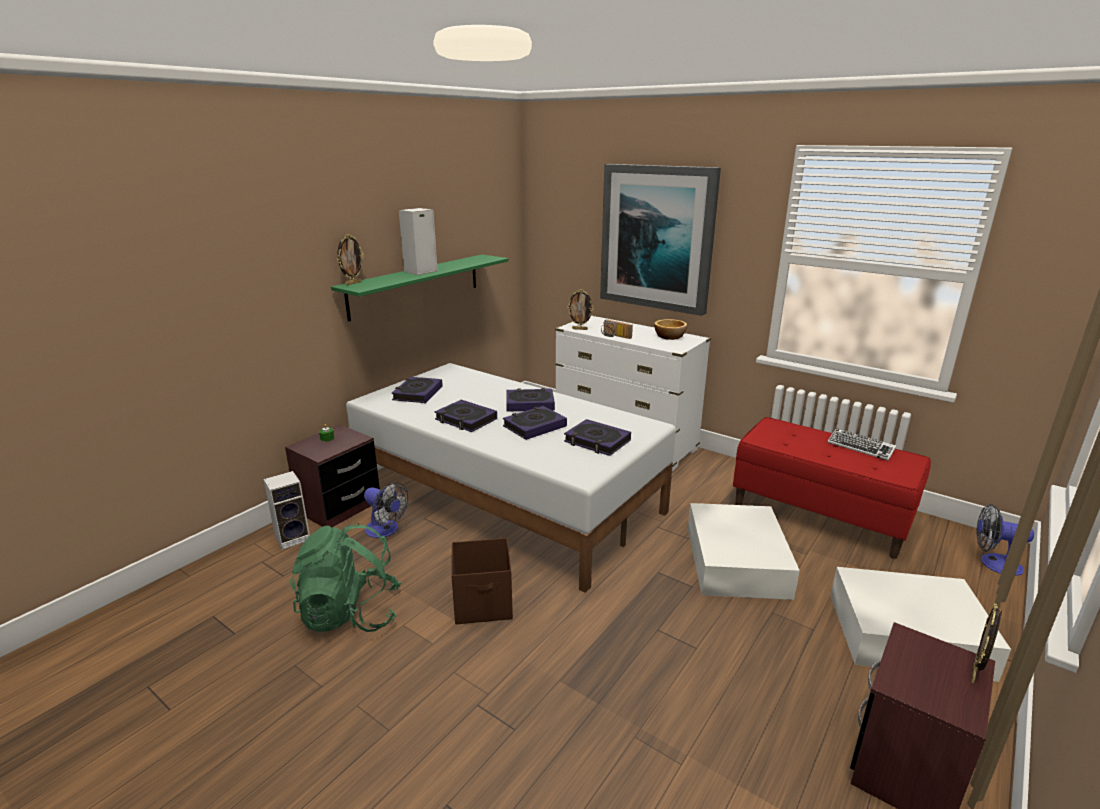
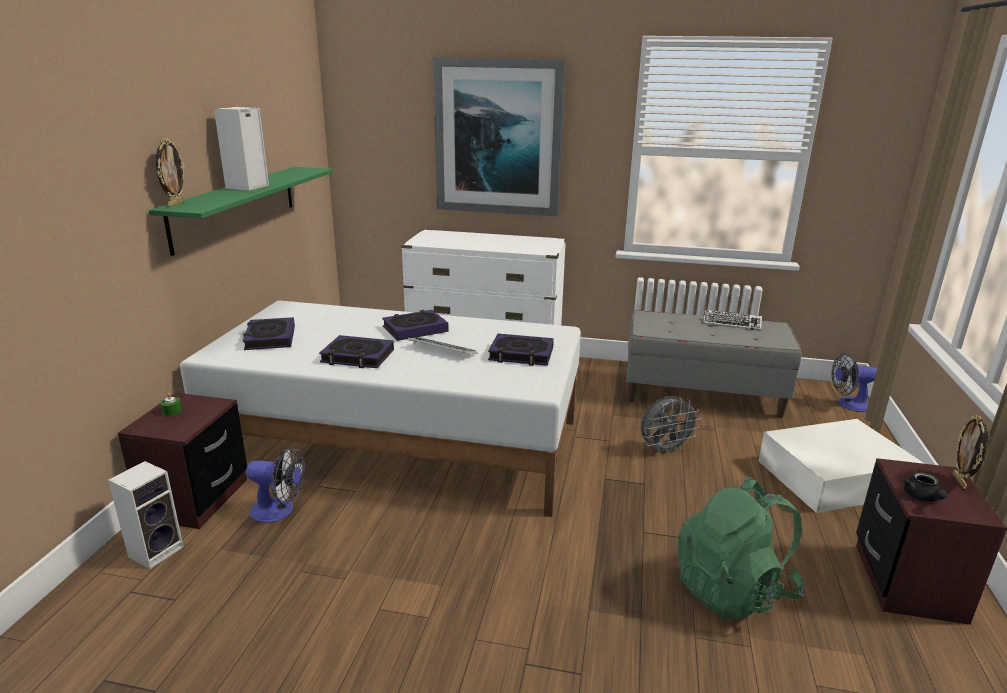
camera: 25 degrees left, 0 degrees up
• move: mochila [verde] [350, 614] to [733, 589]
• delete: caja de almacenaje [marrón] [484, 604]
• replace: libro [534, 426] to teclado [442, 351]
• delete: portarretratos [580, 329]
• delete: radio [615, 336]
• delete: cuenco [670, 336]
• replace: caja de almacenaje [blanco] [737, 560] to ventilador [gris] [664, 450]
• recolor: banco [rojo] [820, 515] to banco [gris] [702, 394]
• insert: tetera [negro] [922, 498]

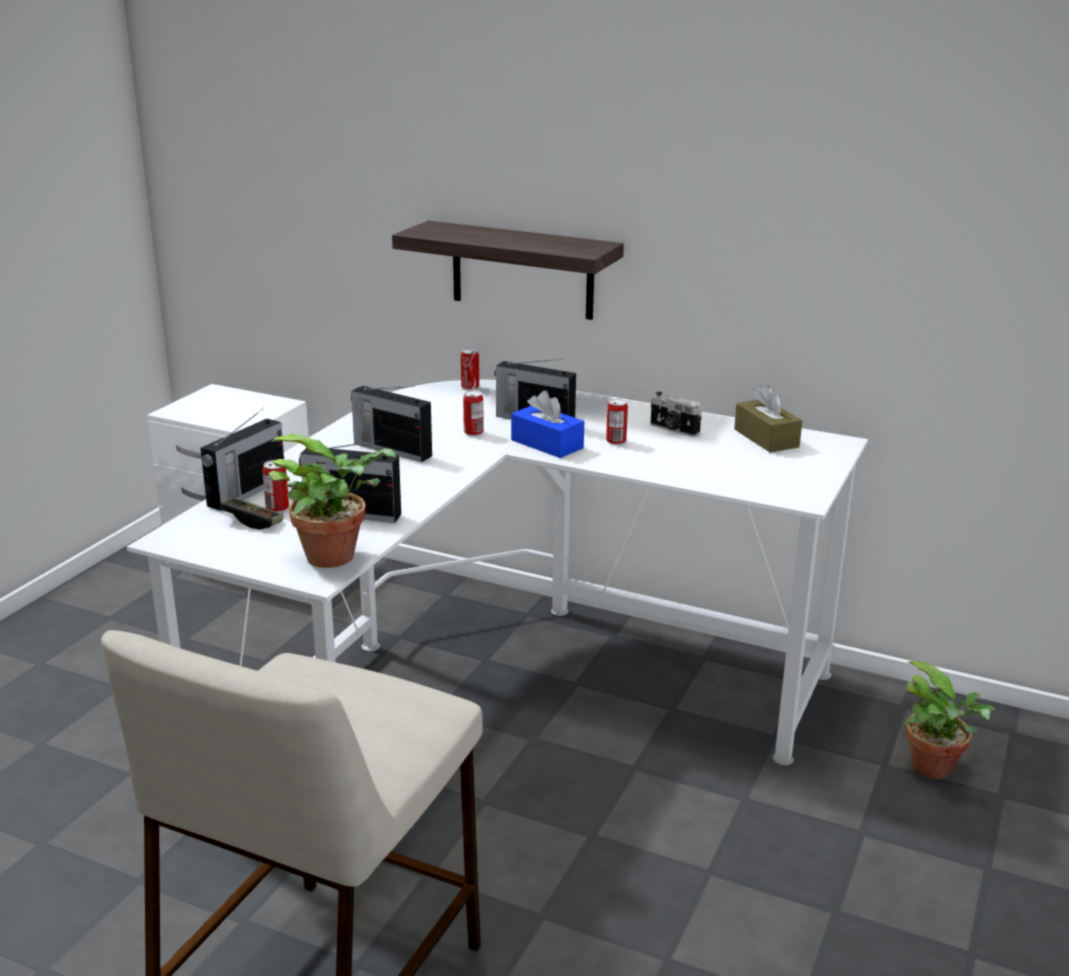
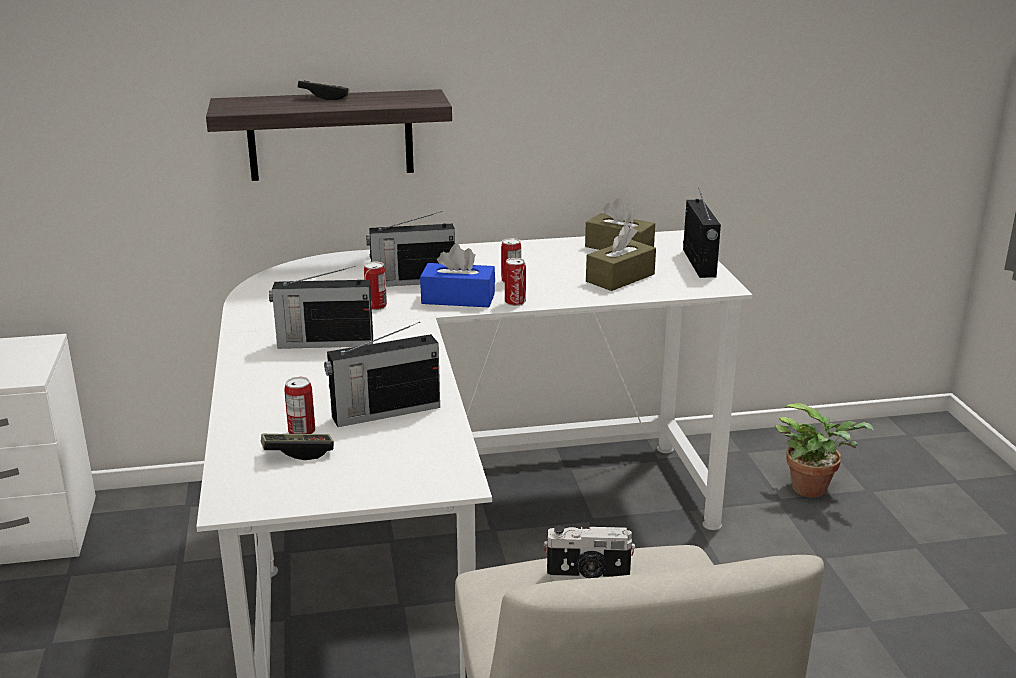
camera: 35 degrees left, 0 degrees up
• move: radio [245, 492] to [699, 263]
• delete: planta en maceta [337, 556]
• move: lata [470, 387] to [515, 302]
• move: cámara [673, 430] to [588, 575]
• insert: mando de consola [324, 97]
• insert: caja de pañuelos [marrón] [620, 278]

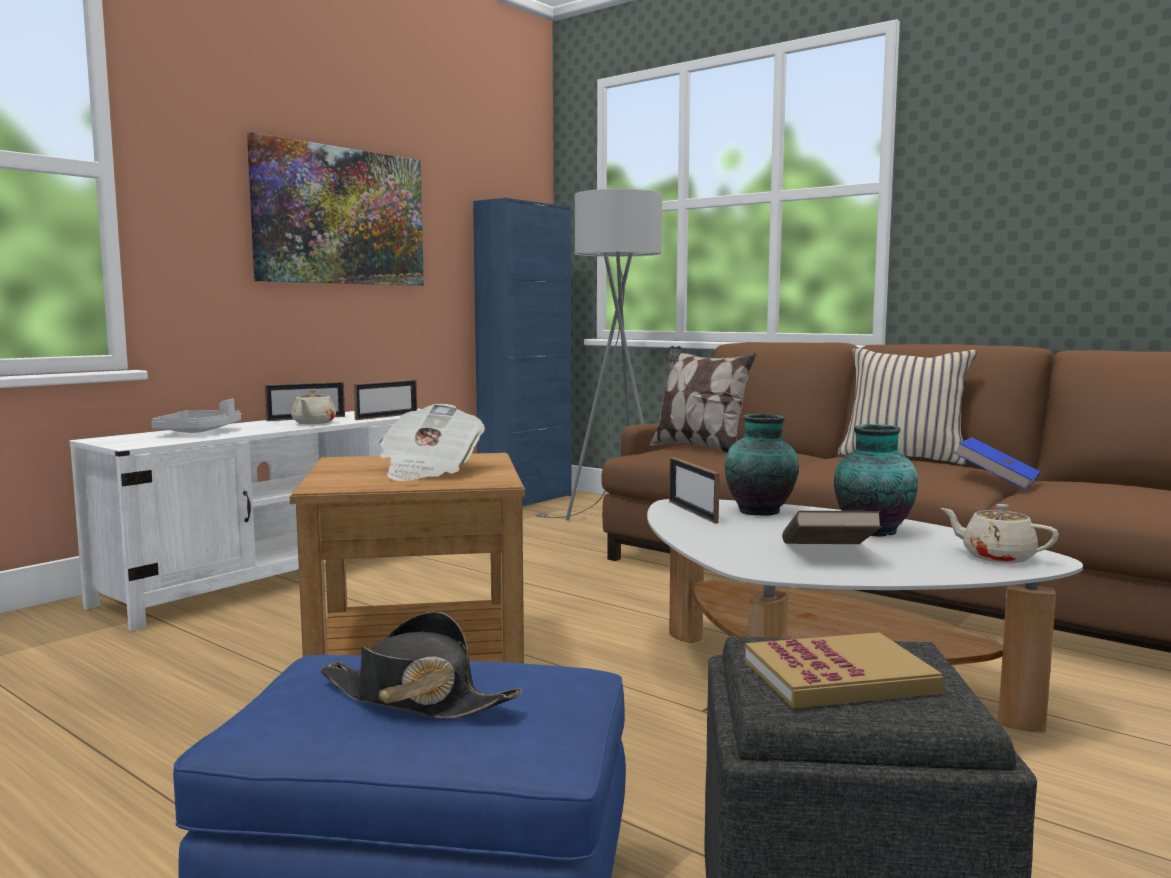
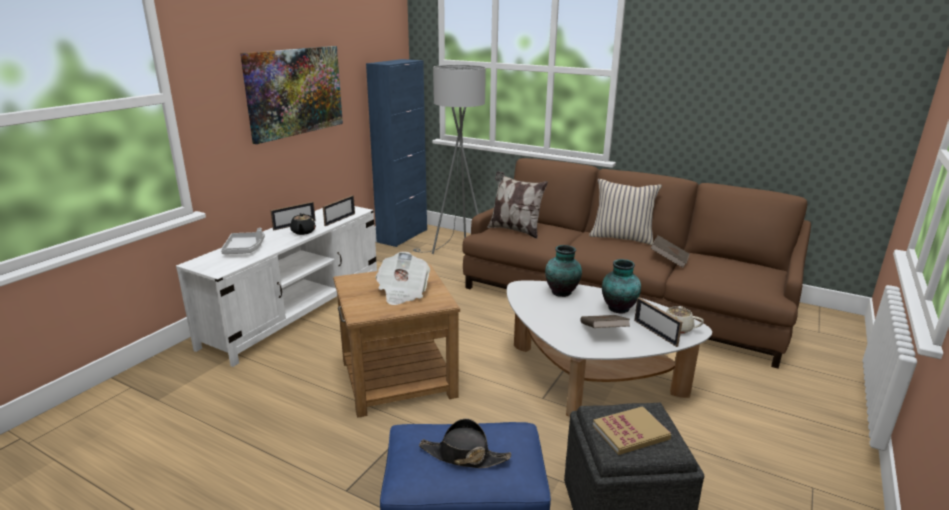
camera: 10 degrees left, 15 degrees up
• recolor: tetera [beis] [313, 423] to tetera [negro] [303, 232]
• move: portarretratos [692, 512] to [655, 333]
• recolor: libro [azul] [996, 482] to libro [marrón] [668, 260]

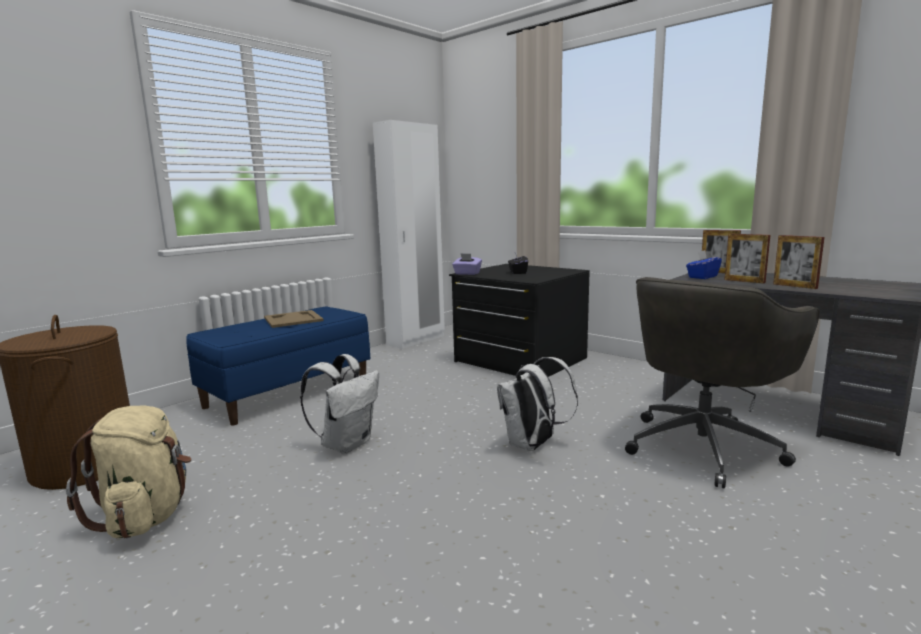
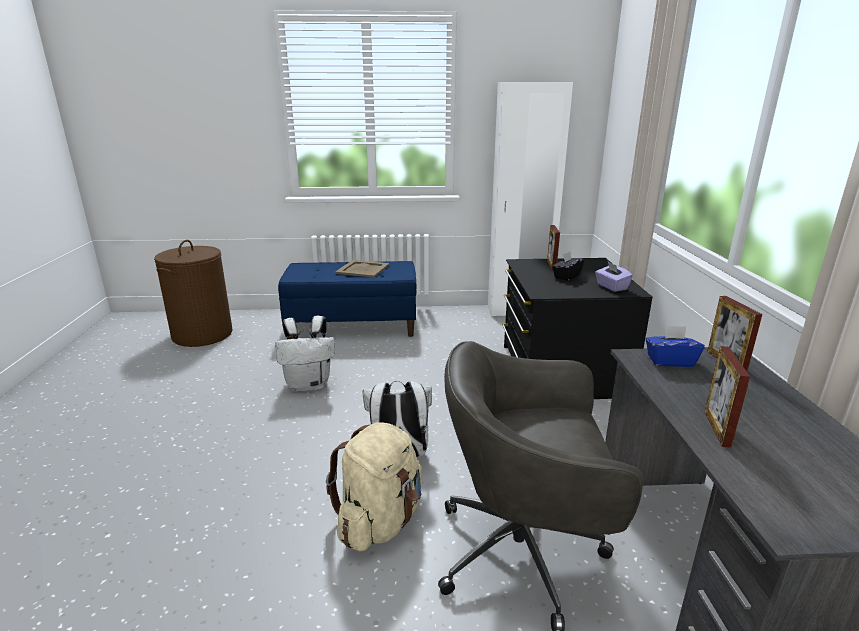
camera: 45 degrees right, 10 degrees up
• move: mochila [beis] [146, 516] to [380, 521]
• move: caja de pañuelos [morado] [467, 273] to [611, 287]
• move: portarretratos [744, 281] to [551, 265]

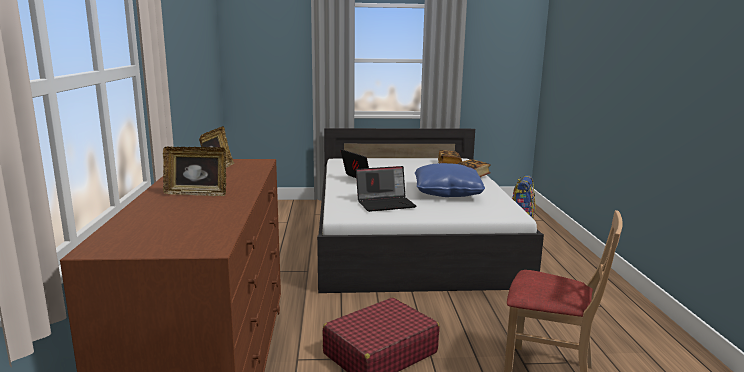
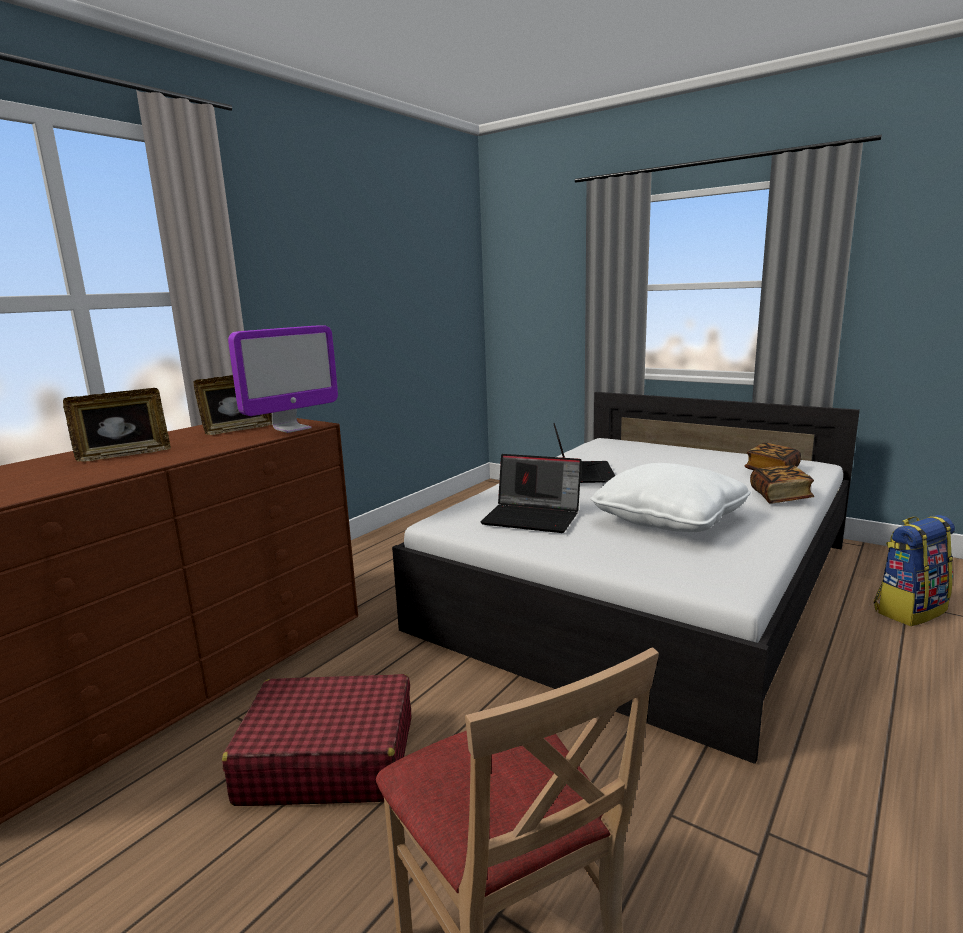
camera: 40 degrees right, 0 degrees up
• rotate: portarretratos [197, 193] = [124, 454] 75 degrees counterclockwise
• recolor: cojín [azul] [447, 193] to cojín [blanco] [669, 520]
• insert: monitor [292, 429]

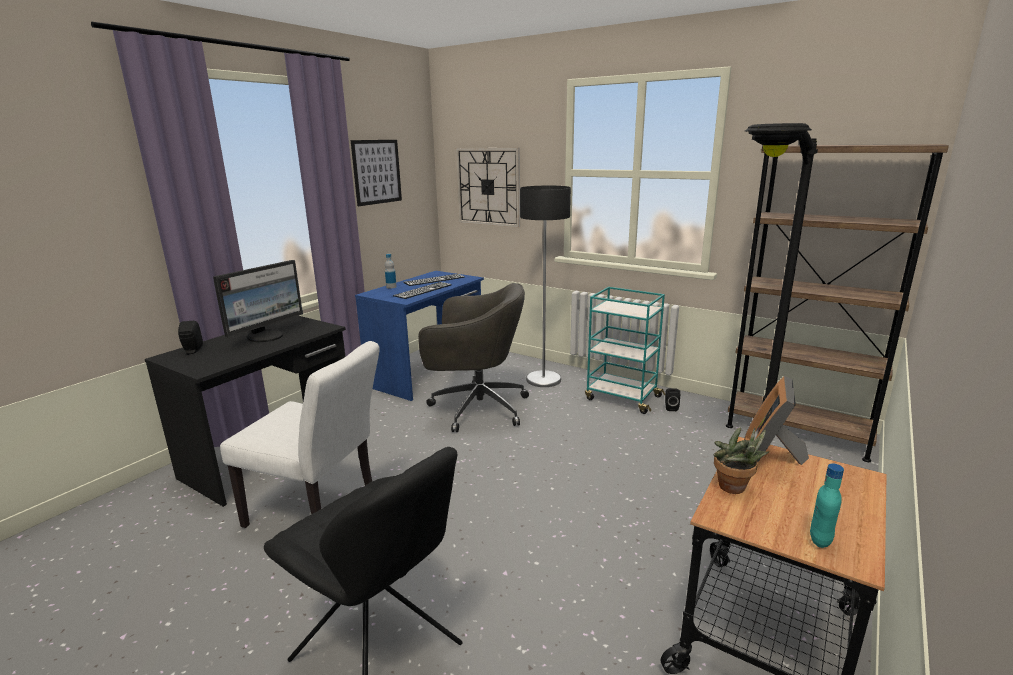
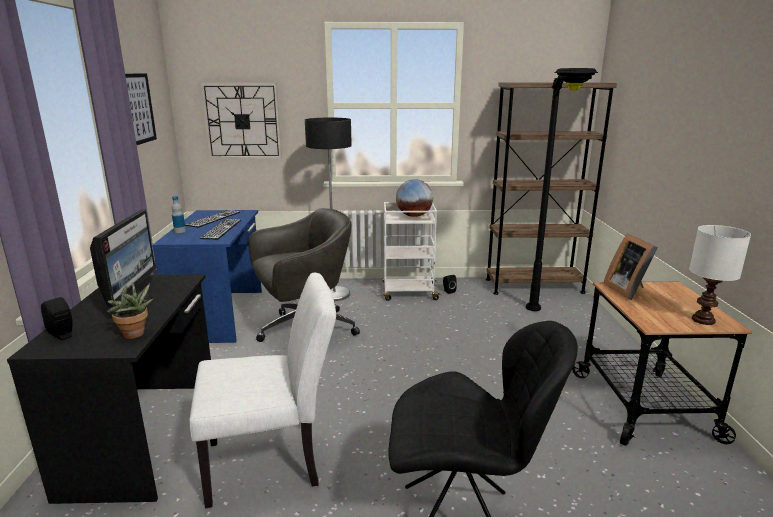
camera: 35 degrees left, 0 degrees up
• recolor: carrito [turquesa] [622, 398] to carrito [blanco] [408, 293]
• move: planta en maceta [734, 489] to [135, 335]
• replace: botella [turquesa] [820, 540] to lámpara de mesa [blanco] [704, 320]
• insert: globo terráqueo [414, 216]

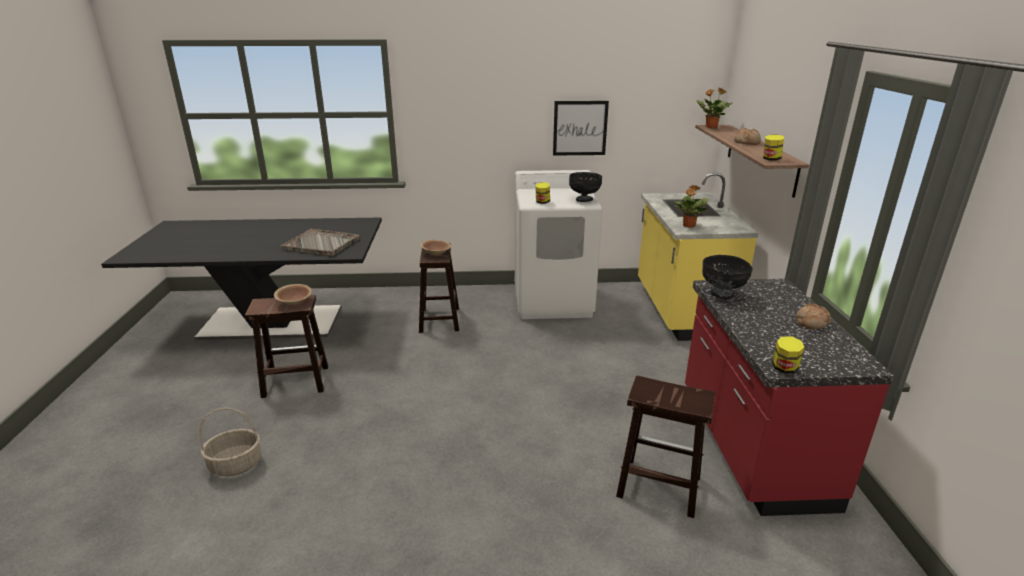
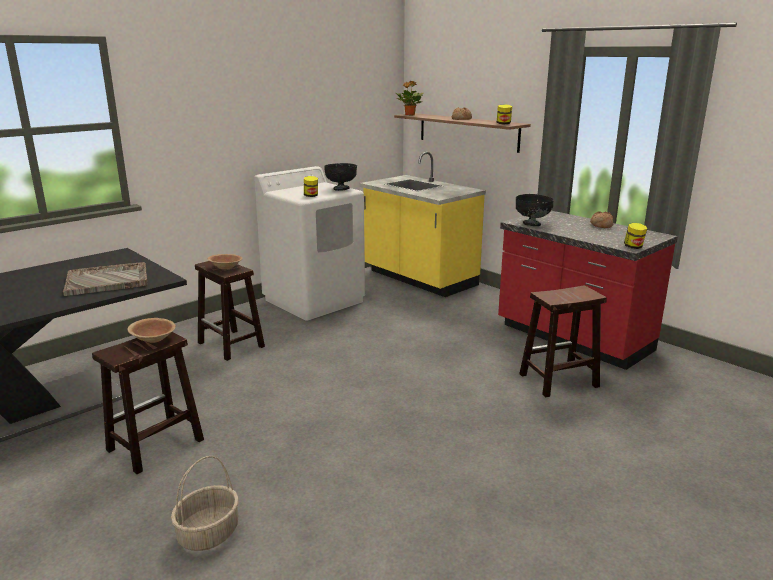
camera: 40 degrees left, 5 degrees down
• delete: cuadro [580, 128]
• delete: planta en maceta [688, 226]

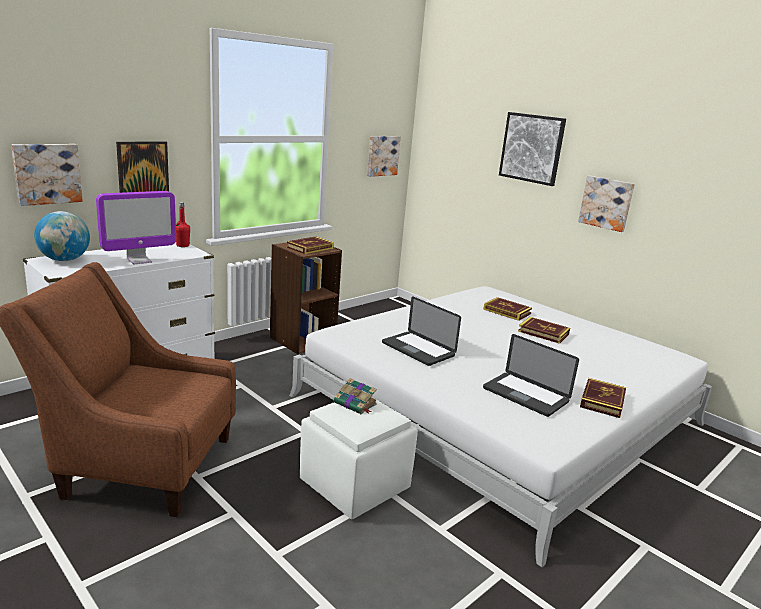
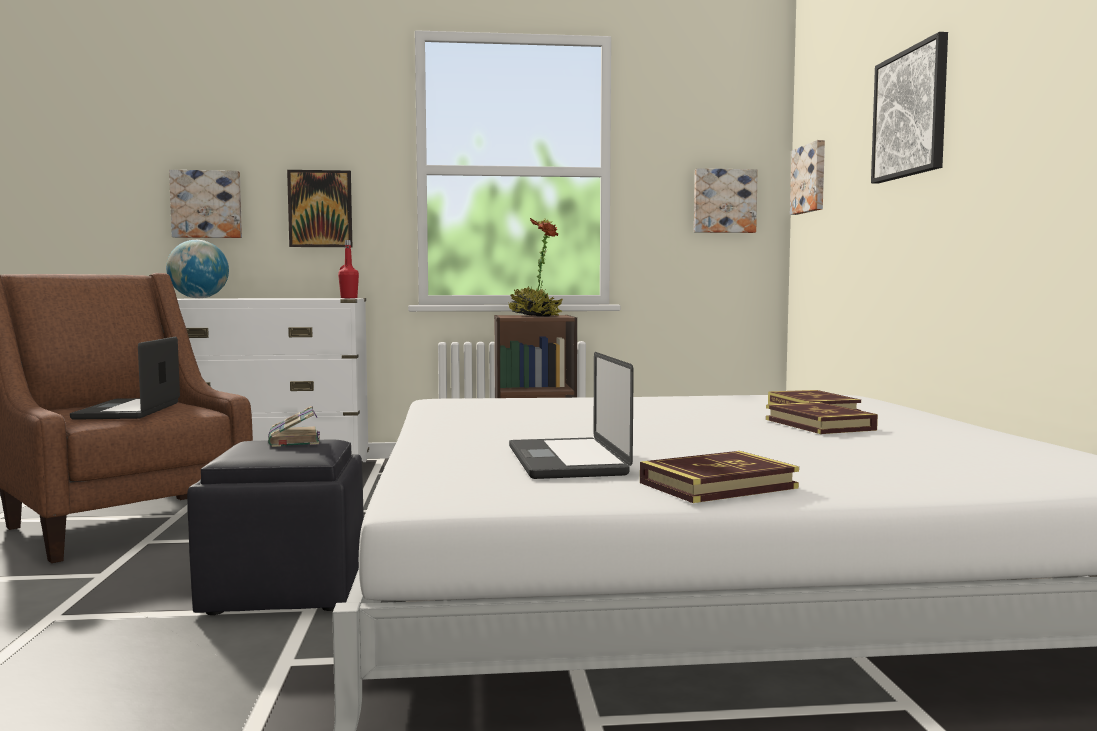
camera: 40 degrees right, 15 degrees down
• delete: monitor [139, 260]
• replace: libro [310, 248] to planta en maceta [535, 316]
• recolor: puf [blanco] [356, 484] to puf [negro] [287, 590]
• move: portátil [418, 349] to [128, 411]
• move: cuadro [606, 203] to [810, 178]

